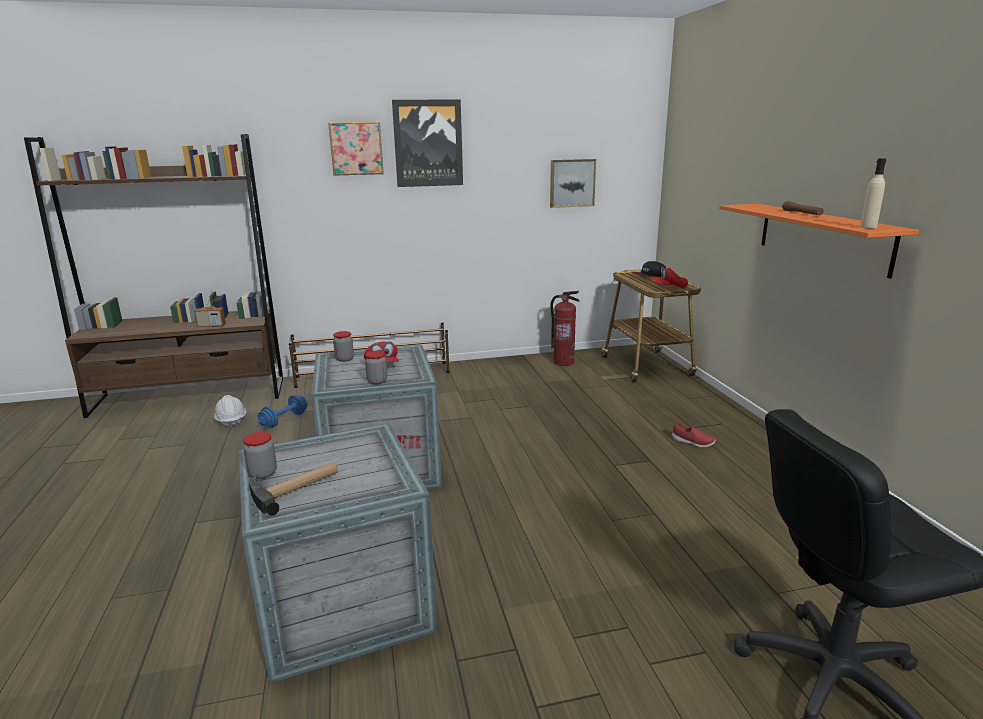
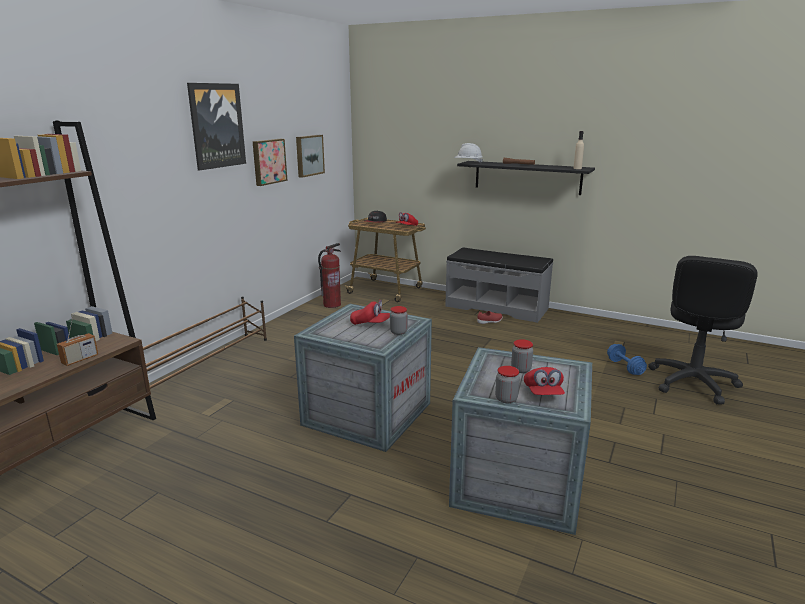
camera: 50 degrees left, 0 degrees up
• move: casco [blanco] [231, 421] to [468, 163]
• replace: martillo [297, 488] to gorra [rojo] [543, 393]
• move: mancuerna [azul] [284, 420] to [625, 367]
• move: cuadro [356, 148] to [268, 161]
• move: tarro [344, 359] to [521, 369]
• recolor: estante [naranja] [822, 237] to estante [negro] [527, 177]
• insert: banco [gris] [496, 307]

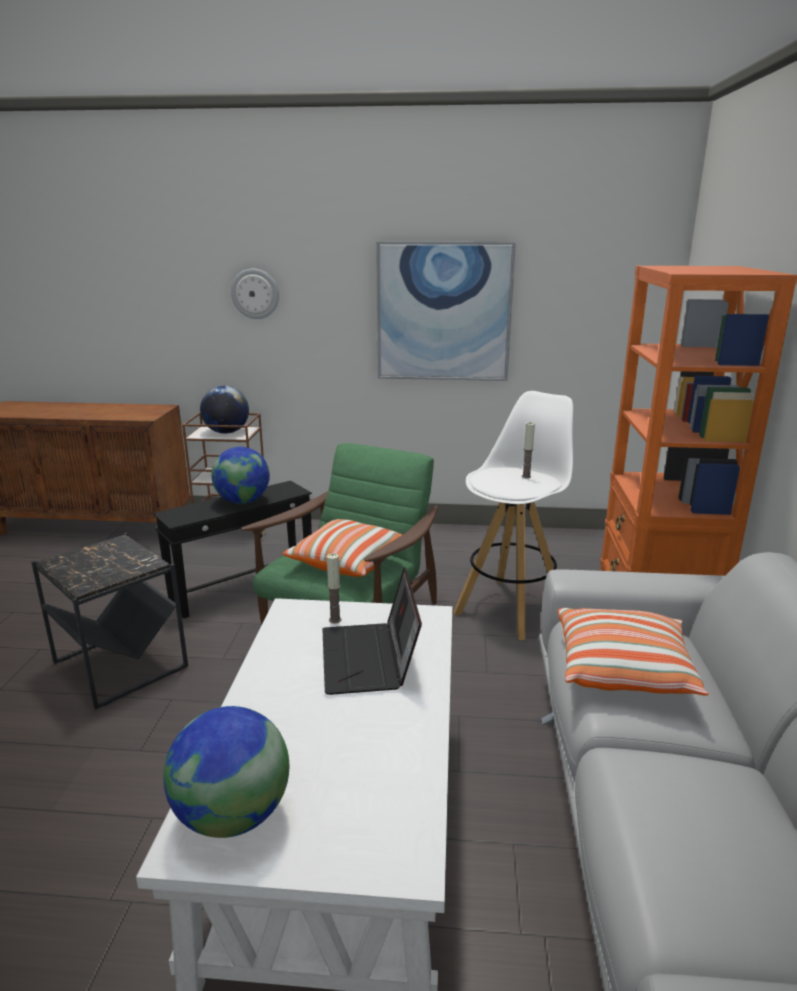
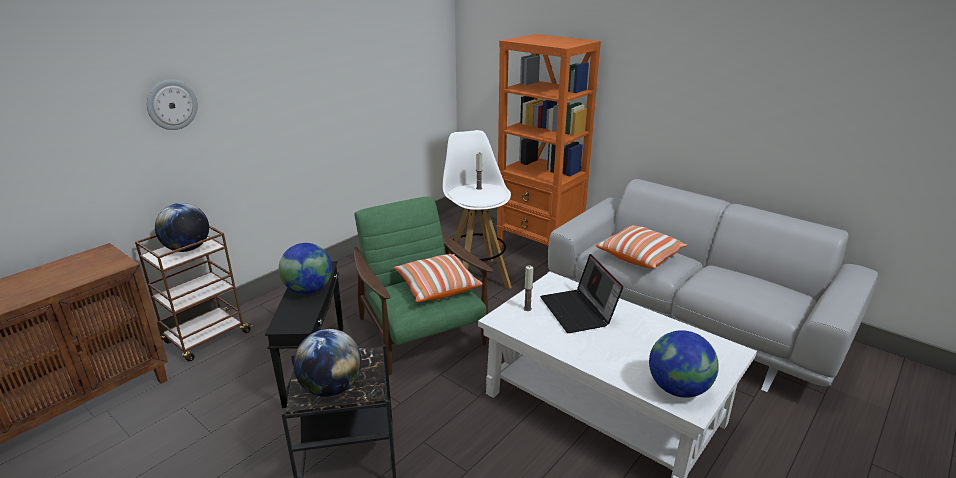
camera: 55 degrees left, 5 degrees up
• rotate: portátil [370, 659] = [579, 311] 45 degrees clockwise
• delete: cuadro [443, 312]
• insert: globo terráqueo [331, 388]

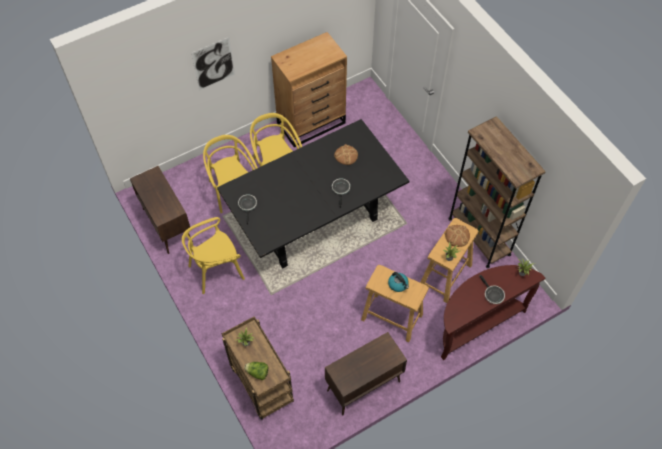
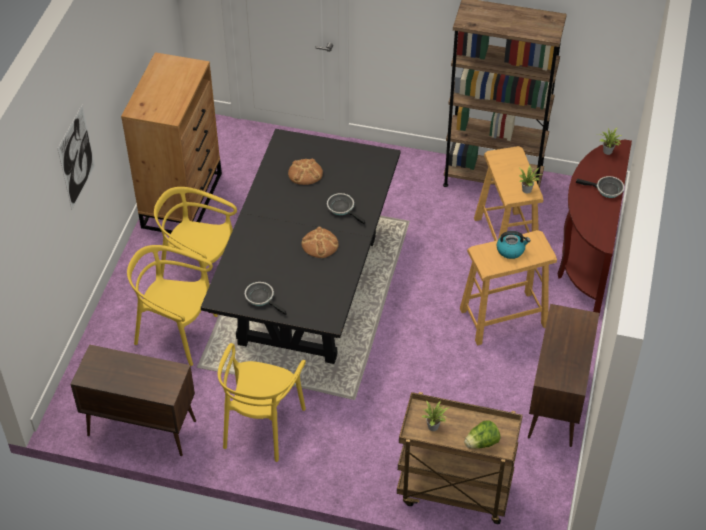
camera: 45 degrees left, 10 degrees down
• move: pan [457, 236] to [320, 244]

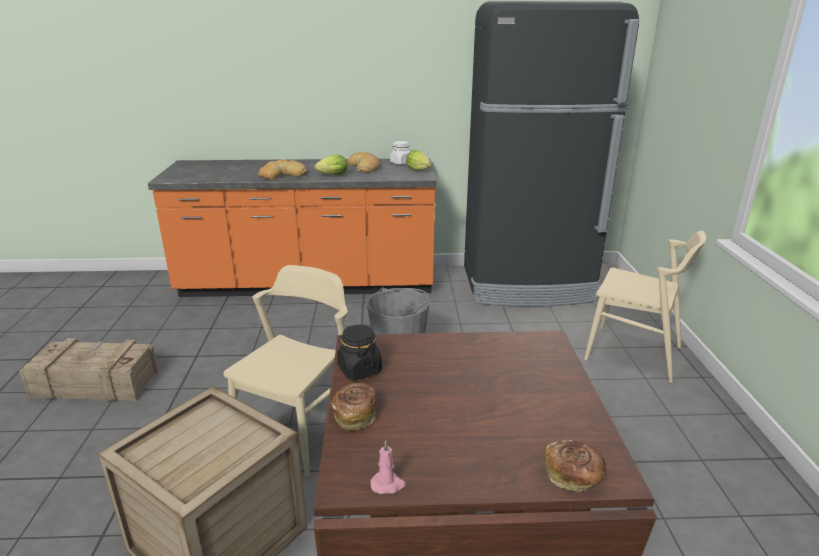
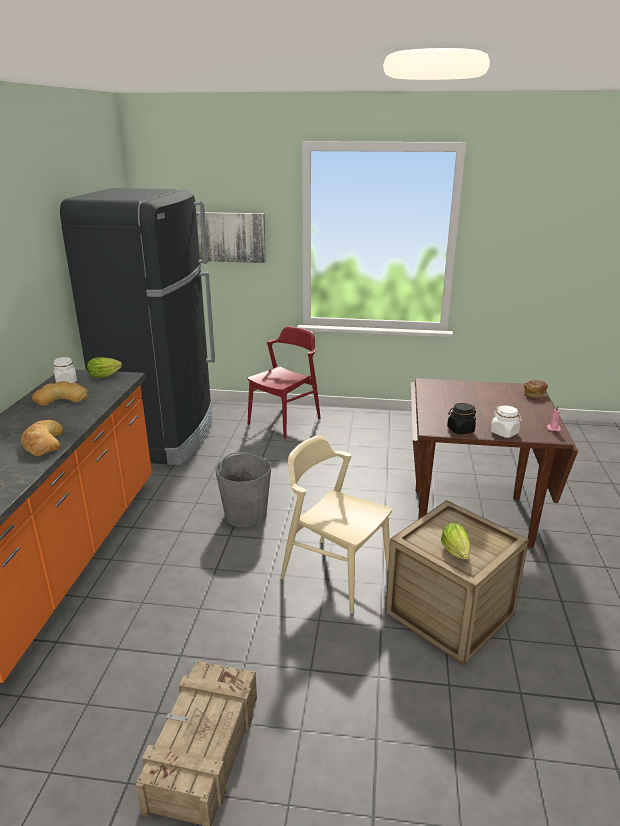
camera: 80 degrees left, 0 degrees up
• move: lechuga [331, 175] to [456, 553]
• replace: pan [355, 415] to tarro [blanco] [504, 433]
• recolor: silla [beis] [633, 353] to silla [rojo] [284, 421]
• insert: cuadro [229, 237]

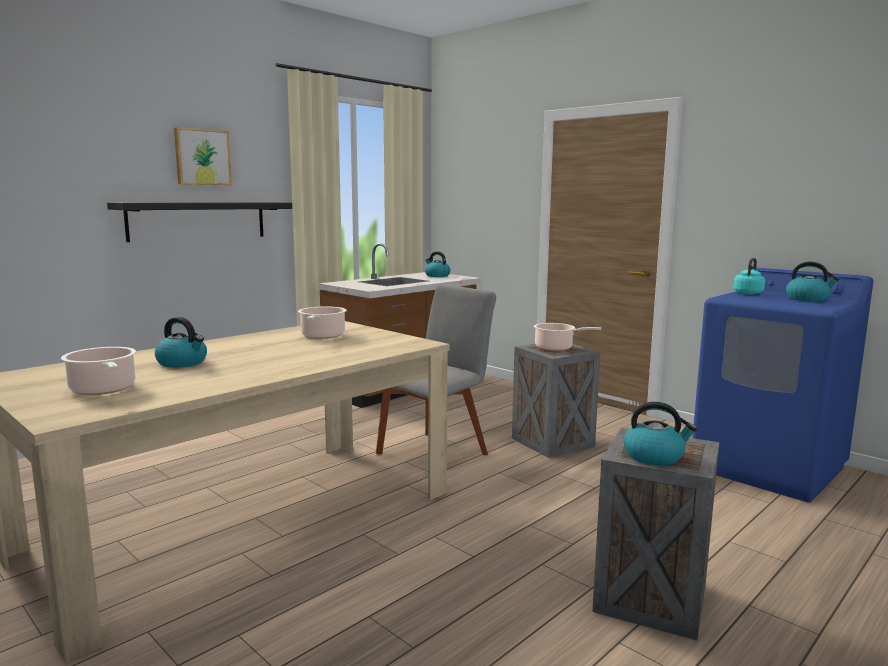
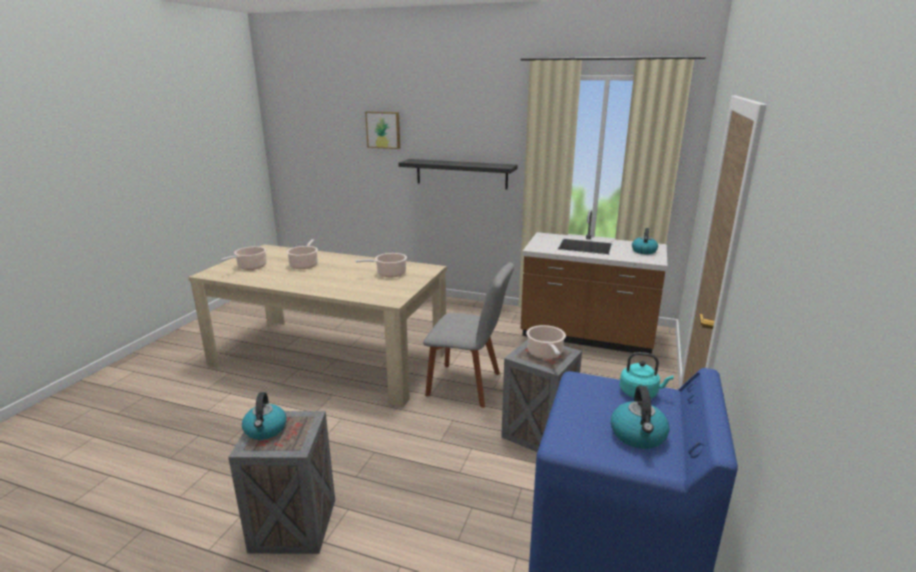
camera: 65 degrees right, 10 degrees up
• replace: hervidor [183, 363] to olla [304, 265]
• move: cuadro [202, 157] to [383, 130]

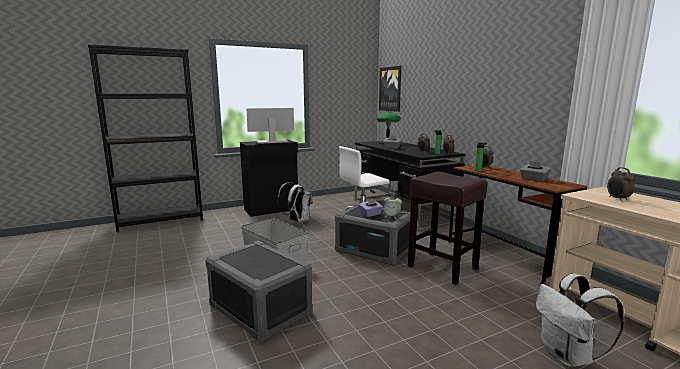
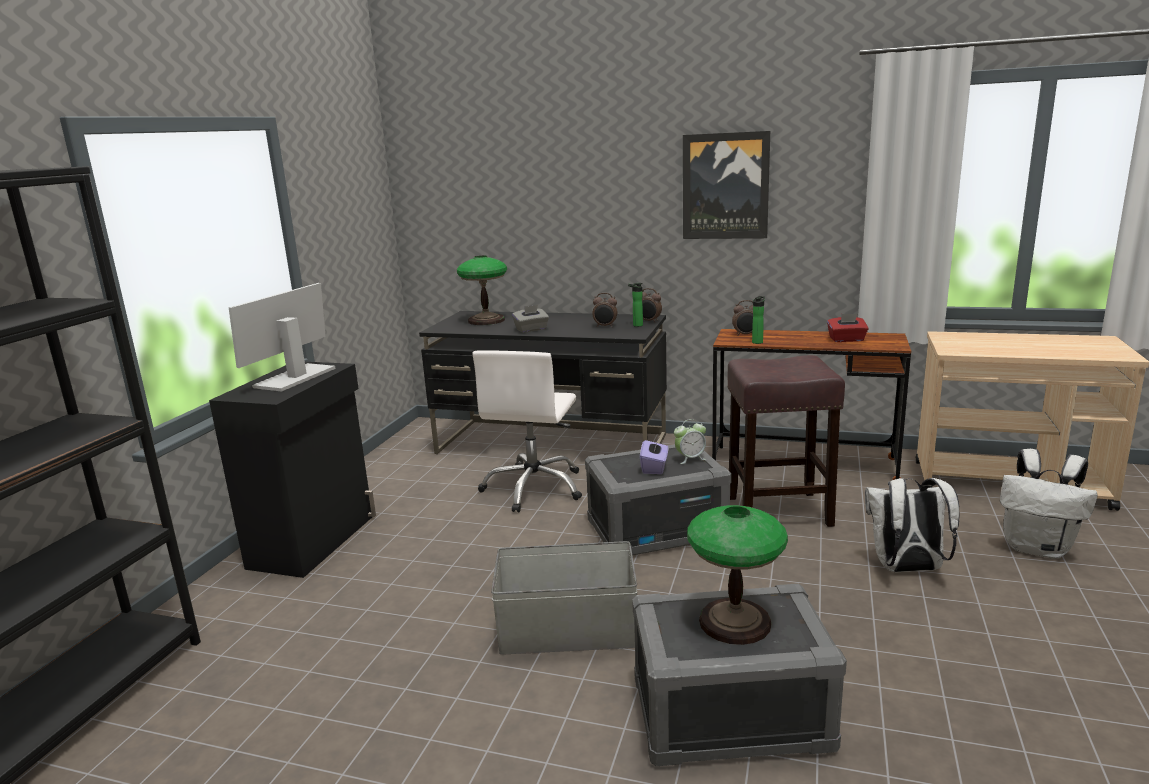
camera: 45 degrees left, 5 degrees up
• move: mochila [blanco] [297, 221] to [906, 569]
• move: cuadro [390, 89] to [725, 186]
• recolor: caja de pañuelos [gris] [533, 179] to caja de pañuelos [rojo] [846, 340]
• delete: despertador [617, 199]
• insert: lámpara de mesa [735, 622]

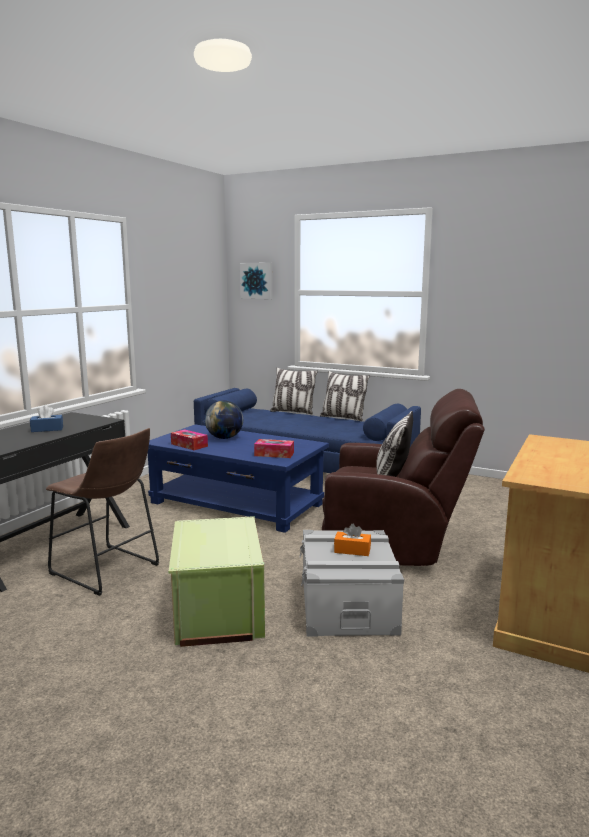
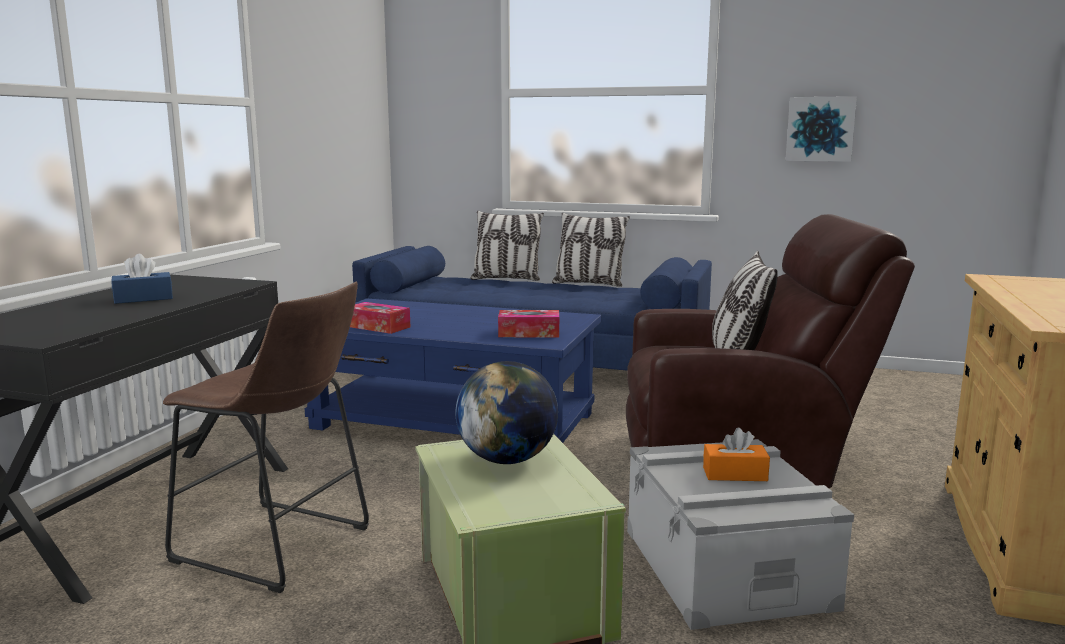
camera: 10 degrees left, 0 degrees up
• move: globo terráqueo [224, 438] to [507, 460]
• move: cuadro [257, 281] to [820, 129]

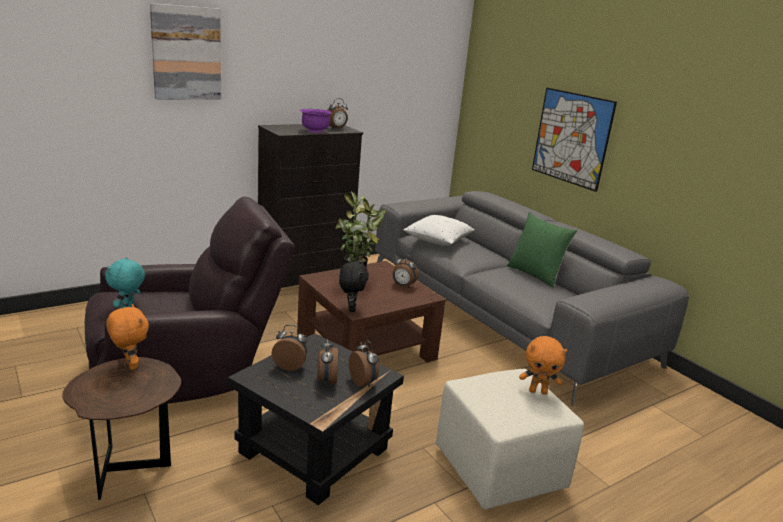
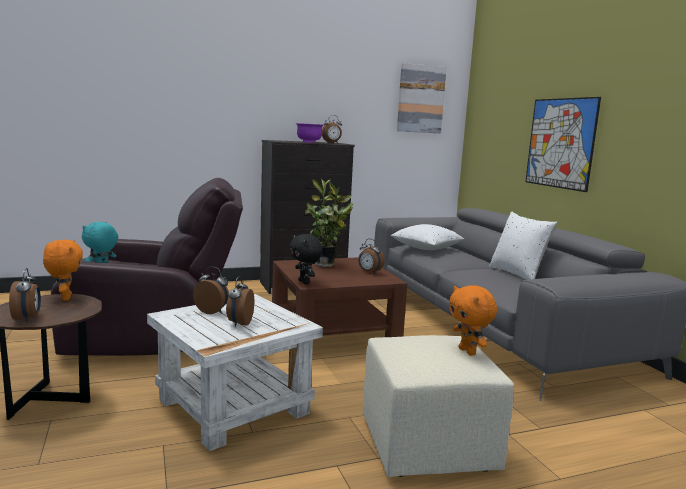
camera: 15 degrees right, 10 degrees down
• move: cuadro [186, 53] to [420, 99]
• recolor: mesa auxiliar [negro] [314, 452] to mesa auxiliar [blanco] [233, 408]
• rotate: peluche [negro] [351, 308] = [305, 282] 135 degrees clockwise
• move: despertador [363, 382] to [27, 318]
• recolor: cojín [verde] [535, 275] to cojín [blanco] [517, 274]
• rotate: peluche [naranja] [538, 391] = [468, 352] 45 degrees clockwise

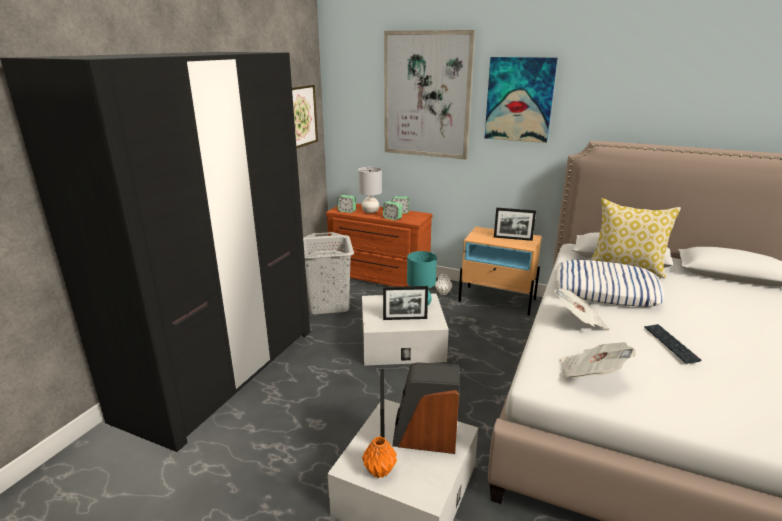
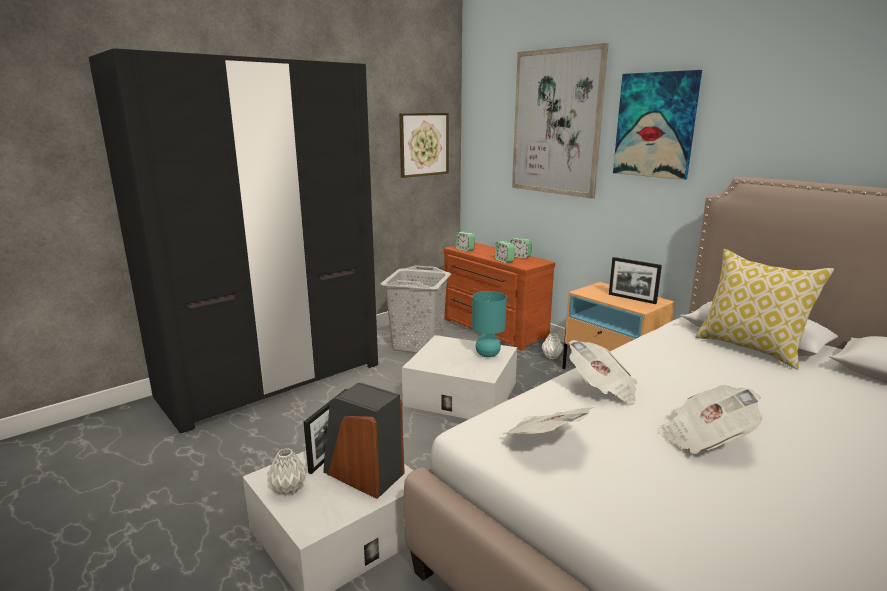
camera: 25 degrees right, 5 degrees down
• delete: lámpara de mesa [gris] [370, 211]
• recolor: florero [naranja] [379, 470] to florero [gris] [289, 489]
• delete: portarretratos [405, 318]
• delete: cojín [605, 290]
• replace: teclado [670, 344] to periódico [704, 438]

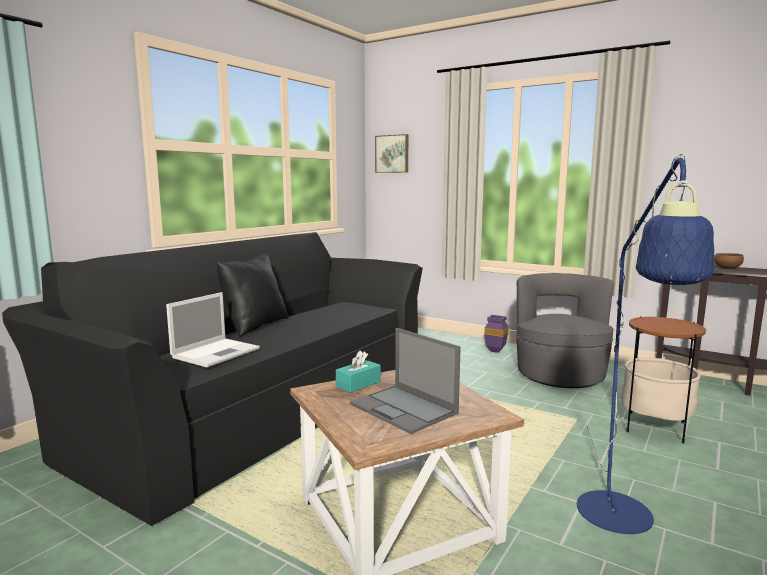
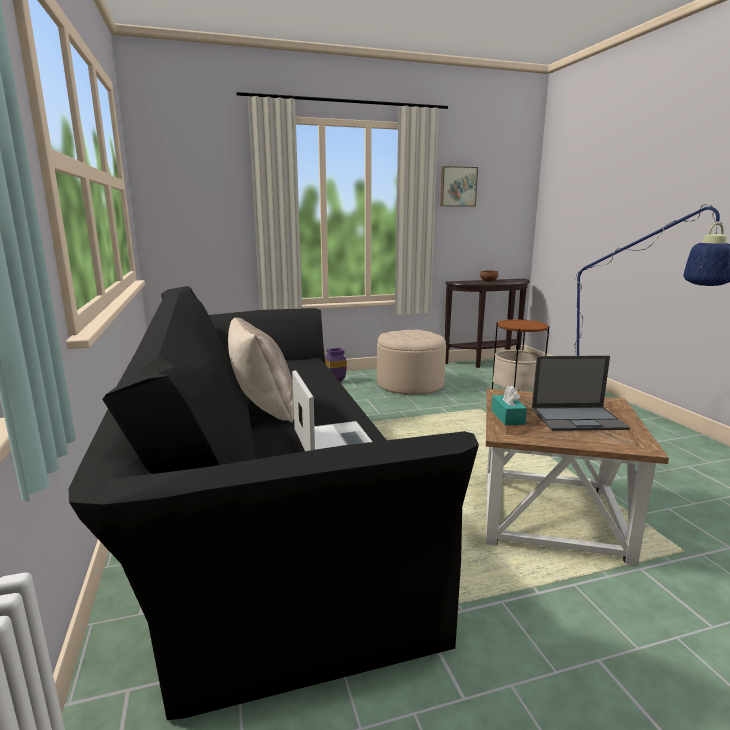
camera: 50 degrees left, 5 degrees up
• recolor: cojín [negro] [254, 326] to cojín [beis] [263, 409]
• move: cuadro [392, 154] to [457, 186]
• replace: sillón [gris] [560, 374] to puf [beis] [410, 384]

